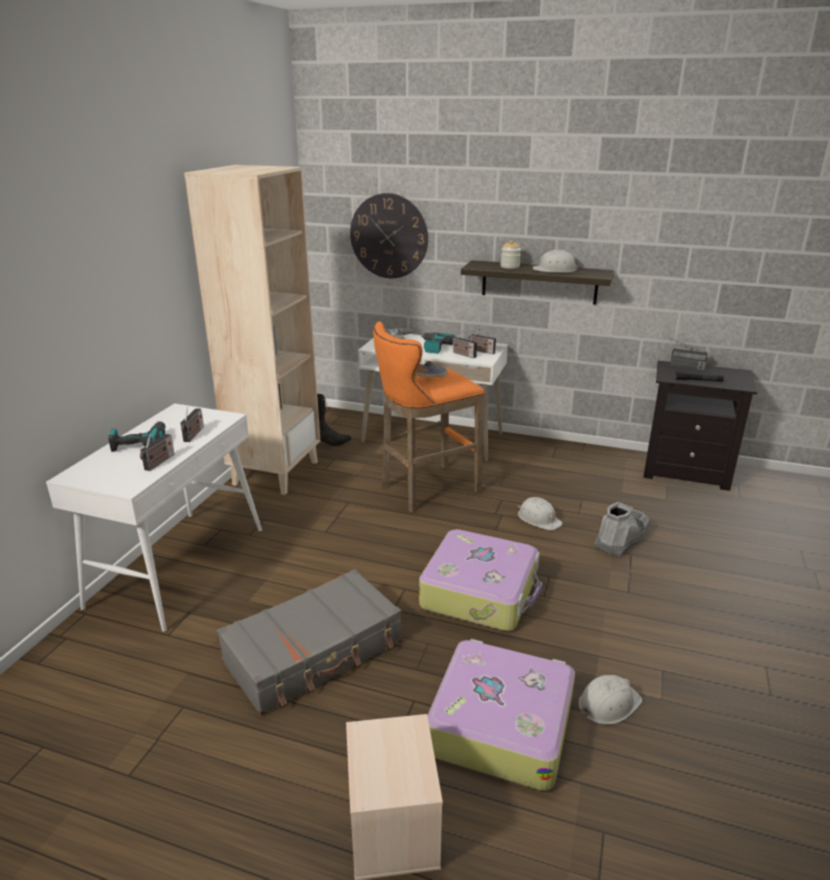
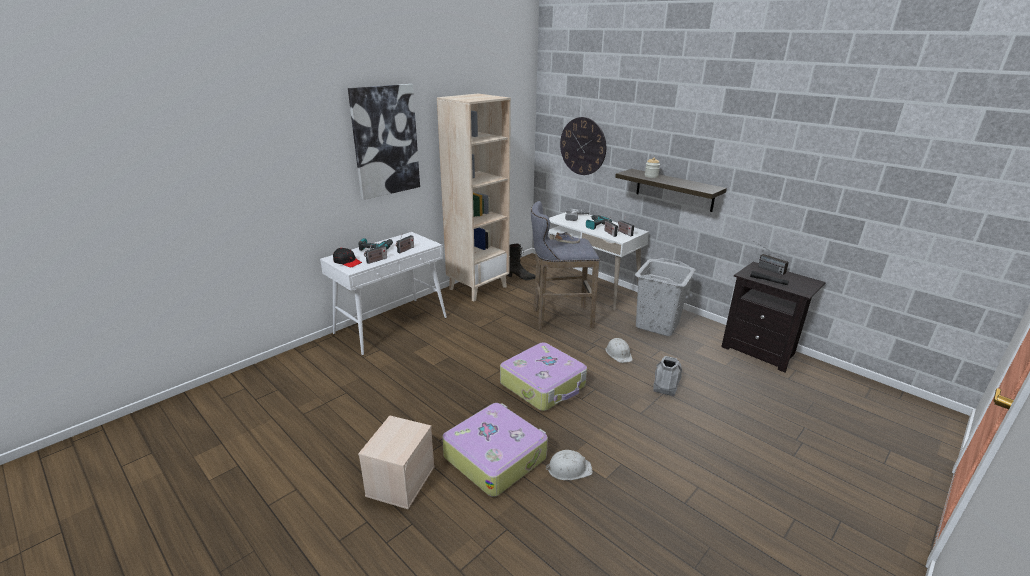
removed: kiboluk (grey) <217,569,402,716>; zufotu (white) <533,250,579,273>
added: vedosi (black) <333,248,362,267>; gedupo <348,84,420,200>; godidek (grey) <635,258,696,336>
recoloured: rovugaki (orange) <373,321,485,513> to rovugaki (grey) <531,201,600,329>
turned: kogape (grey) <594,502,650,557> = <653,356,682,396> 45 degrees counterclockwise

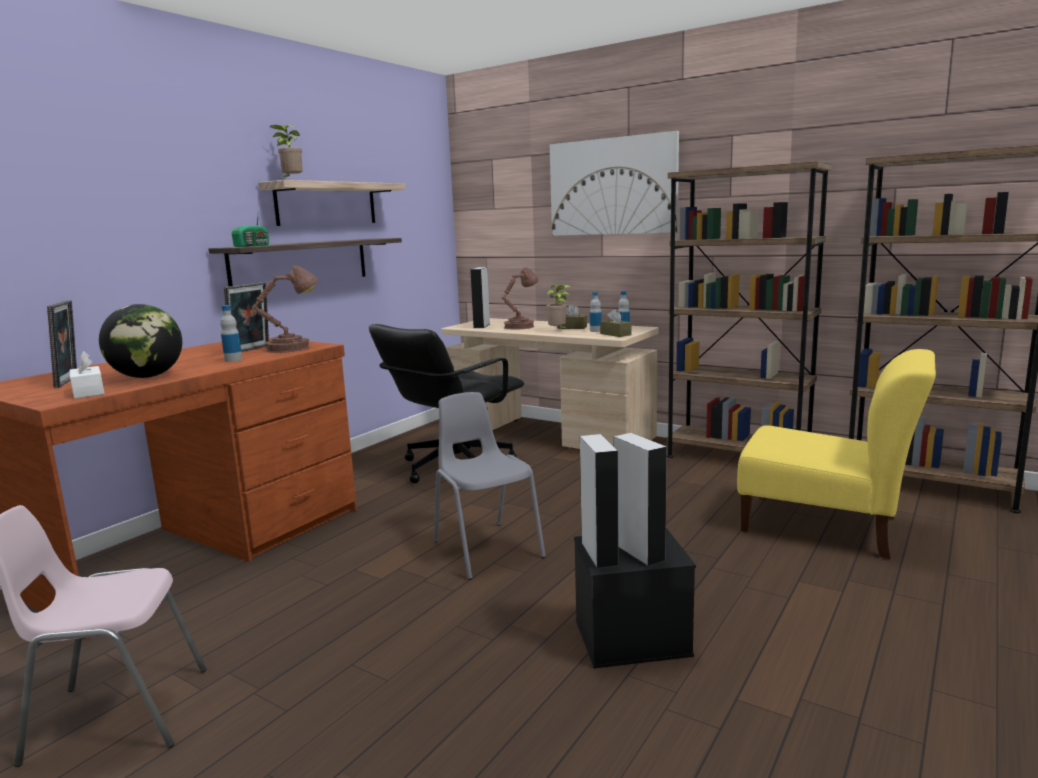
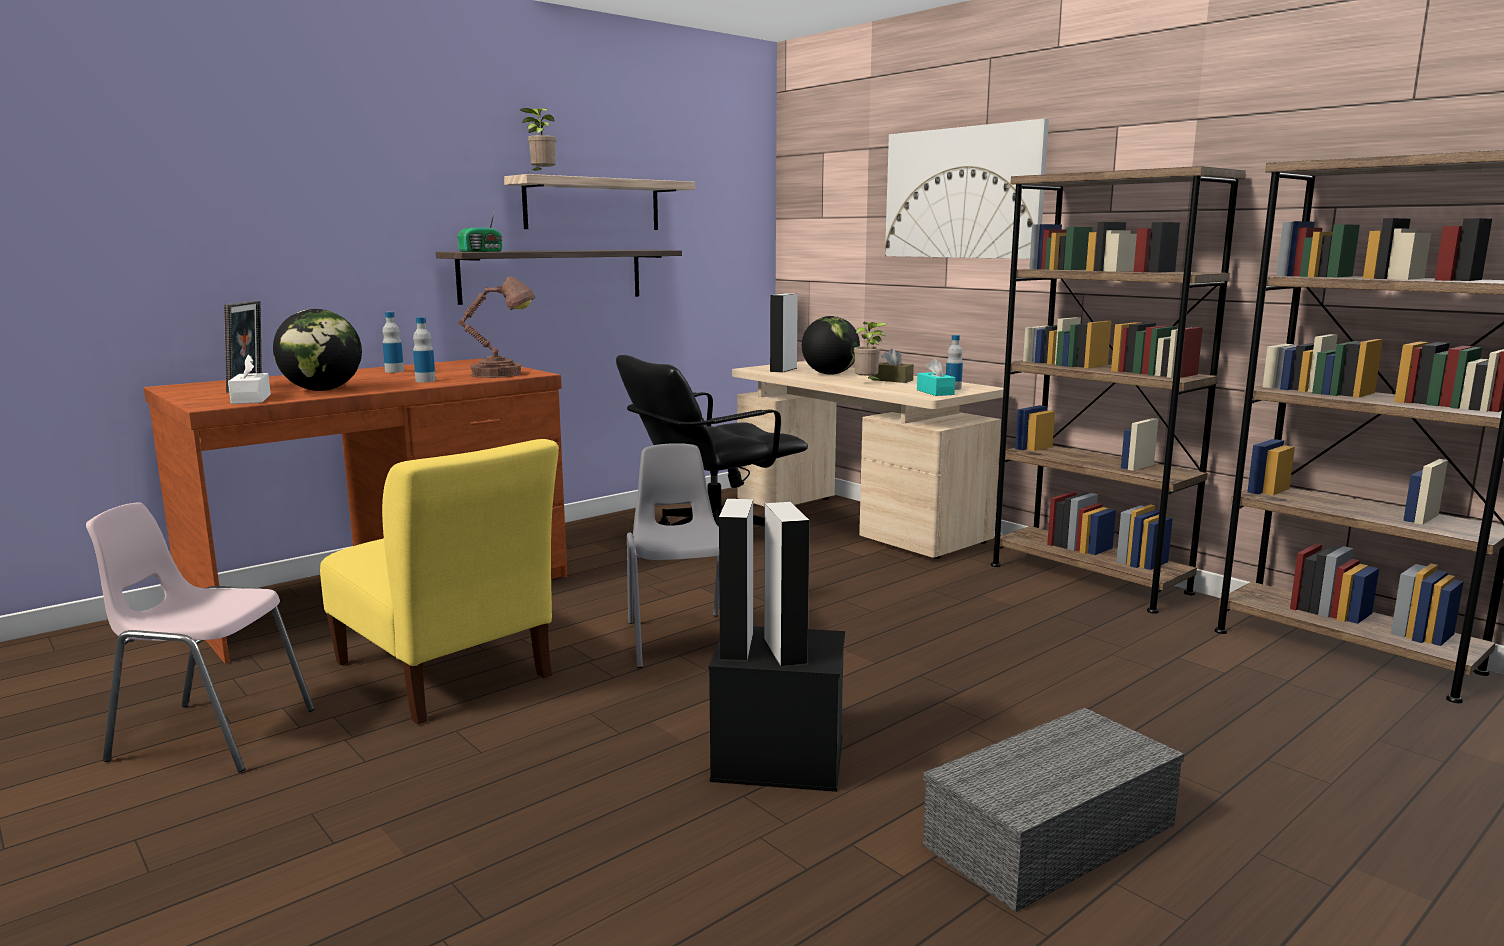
removed: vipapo <224,282,269,352>
added: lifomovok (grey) <923,707,1184,912>
moved: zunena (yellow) <737,349,936,559> to <320,439,559,724>; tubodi <590,292,602,332> to <382,312,404,373>
replaced: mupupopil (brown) <502,267,538,330> to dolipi <802,316,860,375>
recoloured: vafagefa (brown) <600,309,632,337> to vafagefa (turquoise) <917,358,955,396>

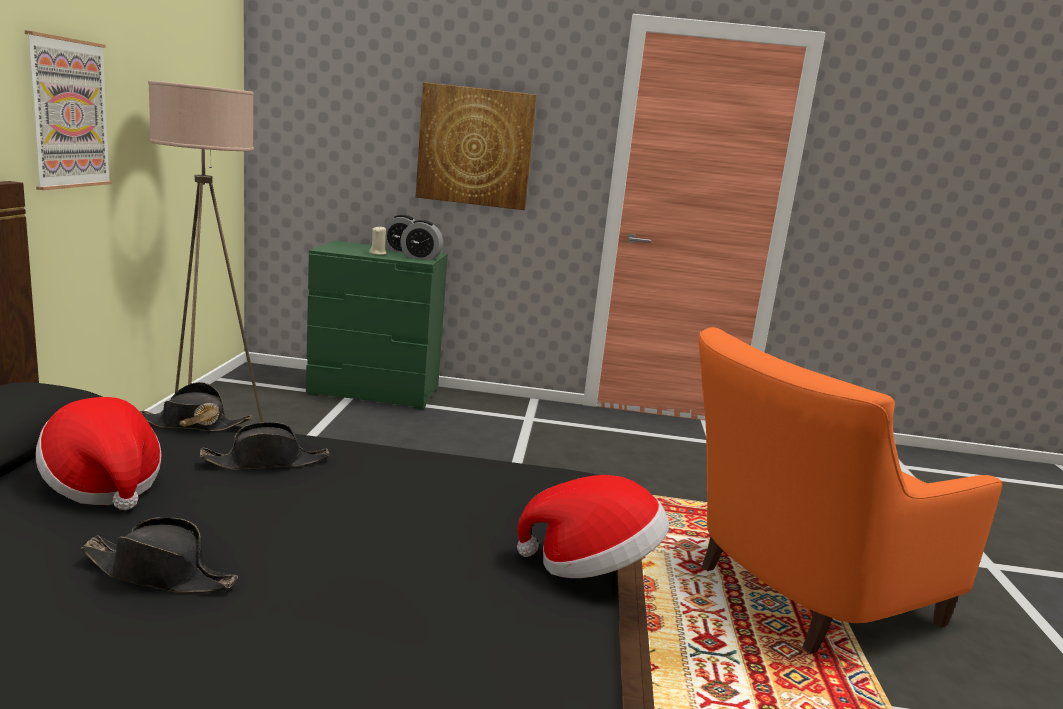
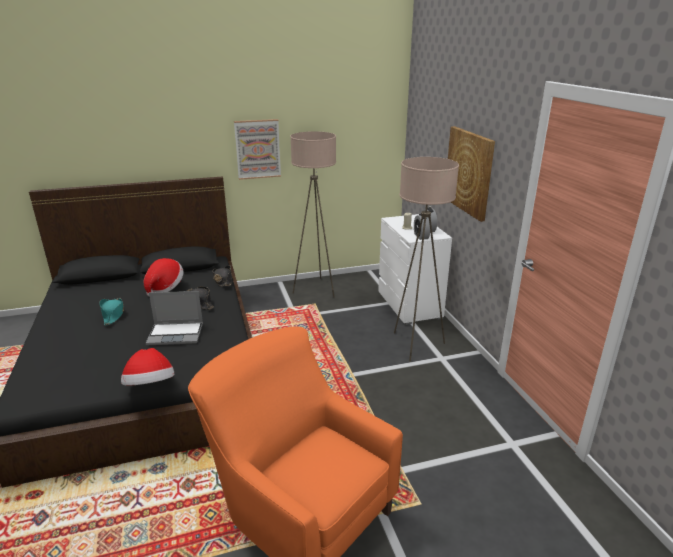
added: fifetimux <146,291,203,345>; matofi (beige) <394,157,459,362>
recoloured: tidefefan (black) <81,518,238,593> to tidefefan (turquoise) <99,298,124,325>; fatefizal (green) <306,241,448,410> to fatefizal (white) <378,214,452,325>

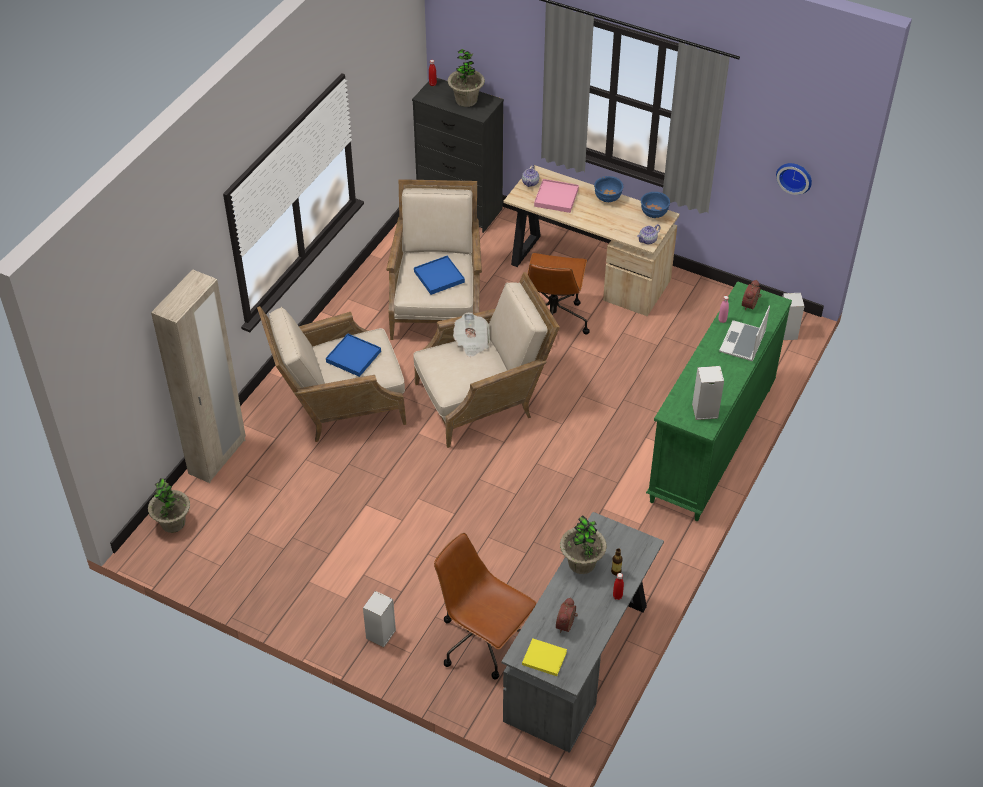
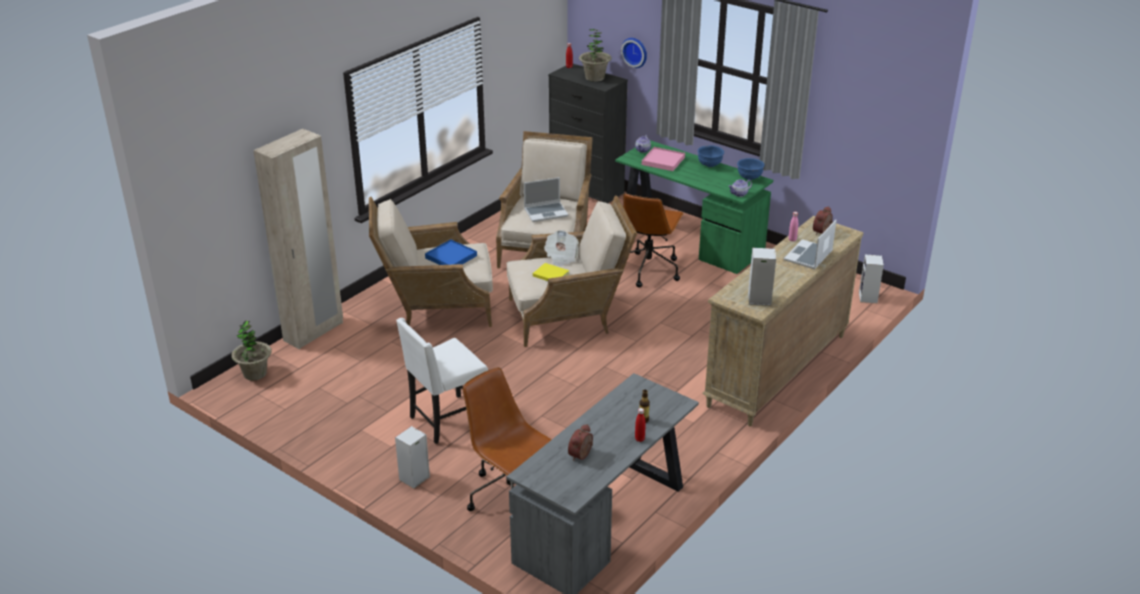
removed: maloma <560,515,607,574>
added: zunena (white) <396,318,488,444>
moved: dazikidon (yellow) <522,638,567,676> to <533,263,569,281>; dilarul <776,163,812,195> to <621,38,647,68>
replaced: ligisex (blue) <414,256,465,295> to fifetimux <524,177,569,222>
recoloured: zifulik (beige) <504,164,680,316> to zifulik (green) <615,140,773,274>; fatefizal (green) <646,281,792,521> to fatefizal (beige) <702,216,864,426>

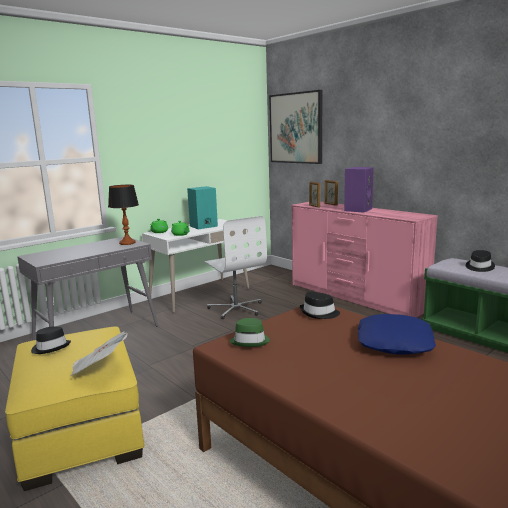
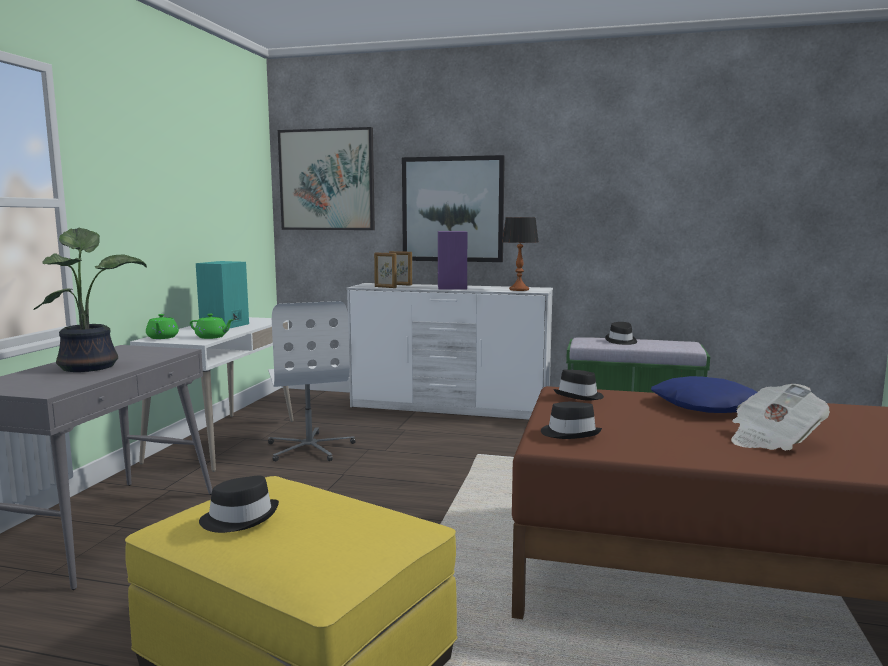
added: maloma <33,228,147,372>; gedupo <402,155,505,262>
moved: mupupopil <108,185,139,245> to <502,217,539,291>; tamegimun <71,331,128,376> to <731,384,830,451>
recoloured: fatefizal (pink) <291,202,438,317> to fatefizal (white) <346,283,553,420>; tidefefan (green) <229,318,270,347> to tidefefan (black) <541,402,602,439>
turned: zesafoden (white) <204,216,267,319> = <268,301,356,462> 45 degrees clockwise

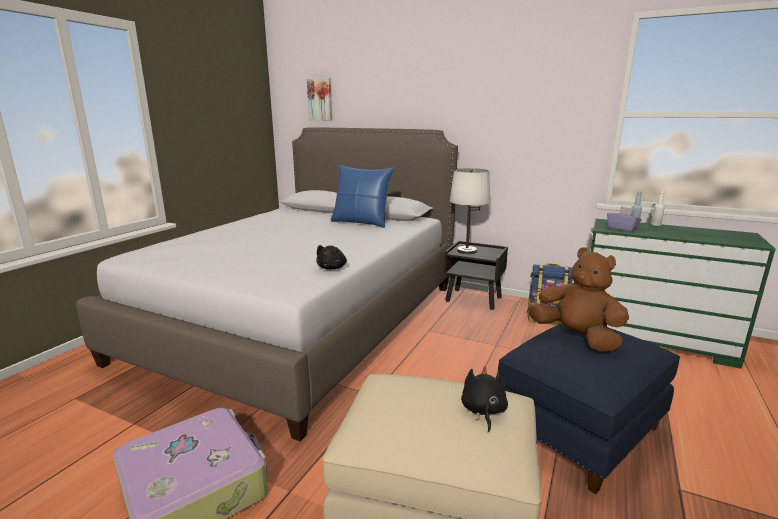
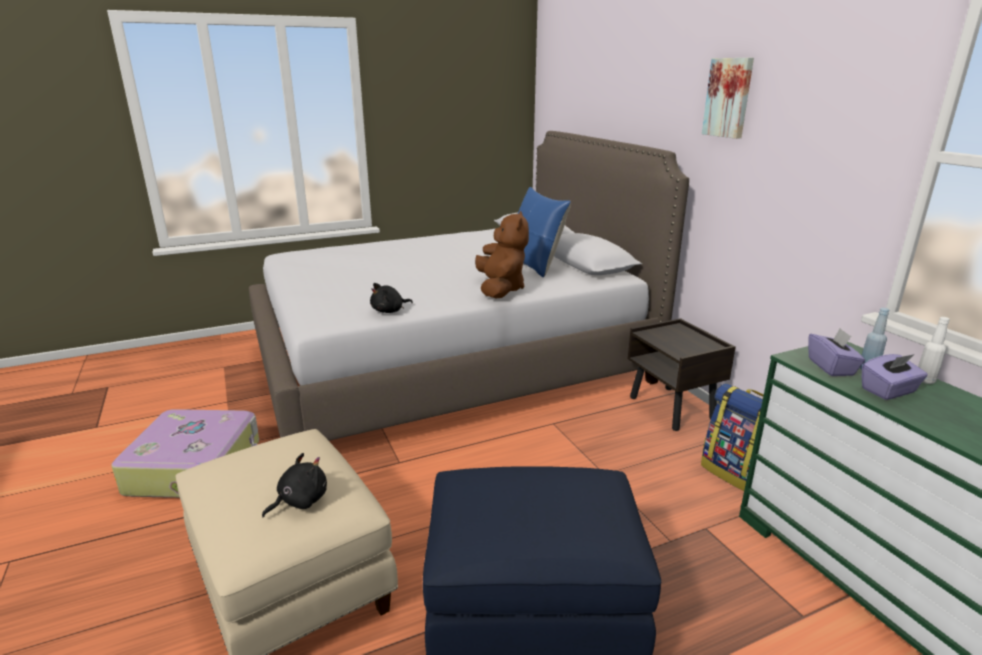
removed: mupupopil (white) <450,168,490,254>
added: vafagefa (purple) <862,354,928,400>
moved: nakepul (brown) <528,247,629,352> to <475,211,529,299>; gedupo <307,78,332,120> to <702,58,754,139>

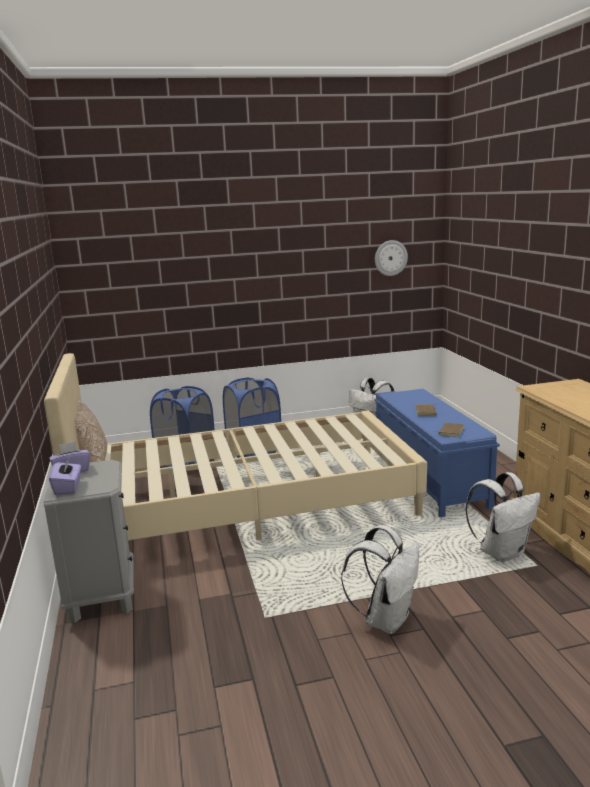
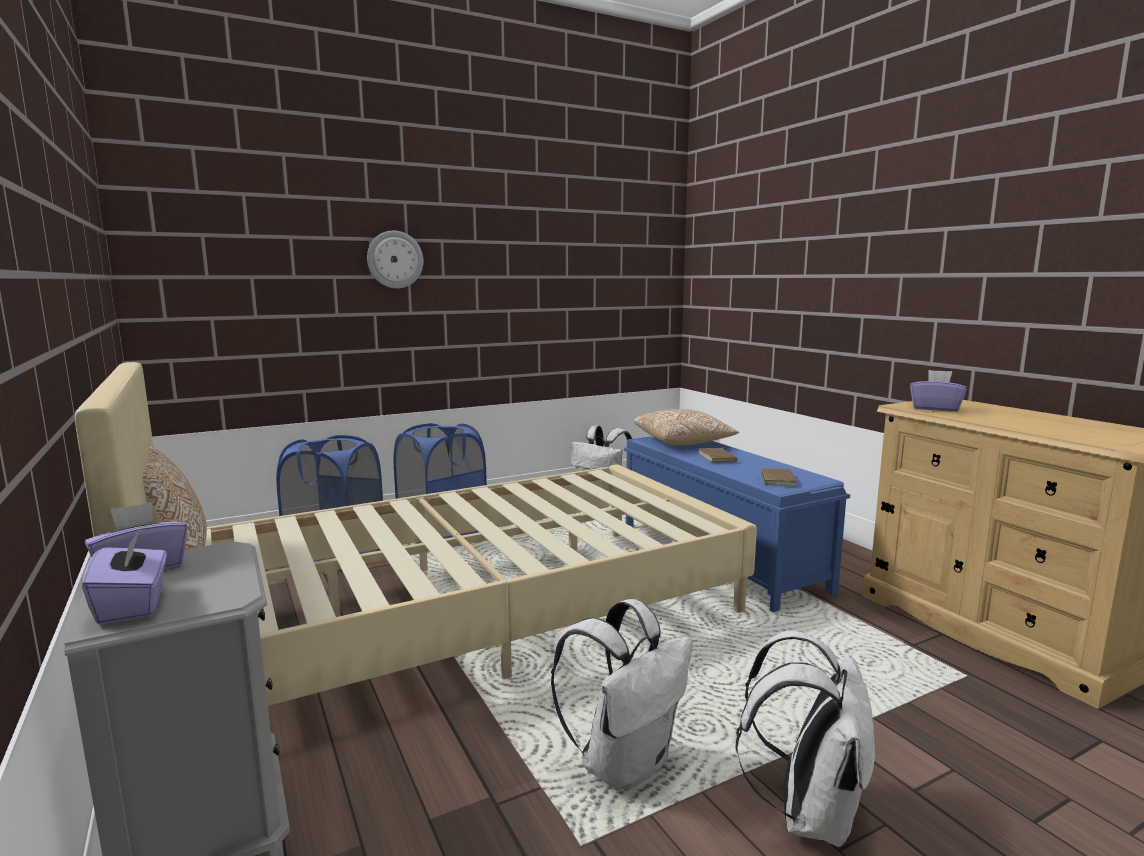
added: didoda <633,409,739,445>; vafagefa (purple) <910,370,967,412>
moved: dilarul <375,240,408,276> to <367,231,423,289>; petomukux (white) <465,472,541,562> to <551,599,693,792>

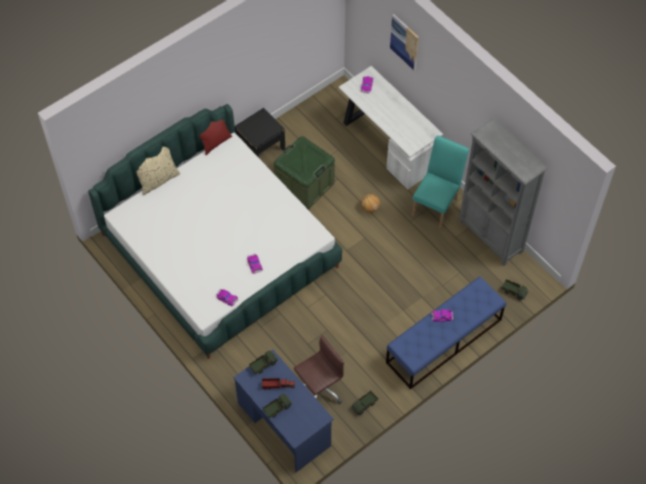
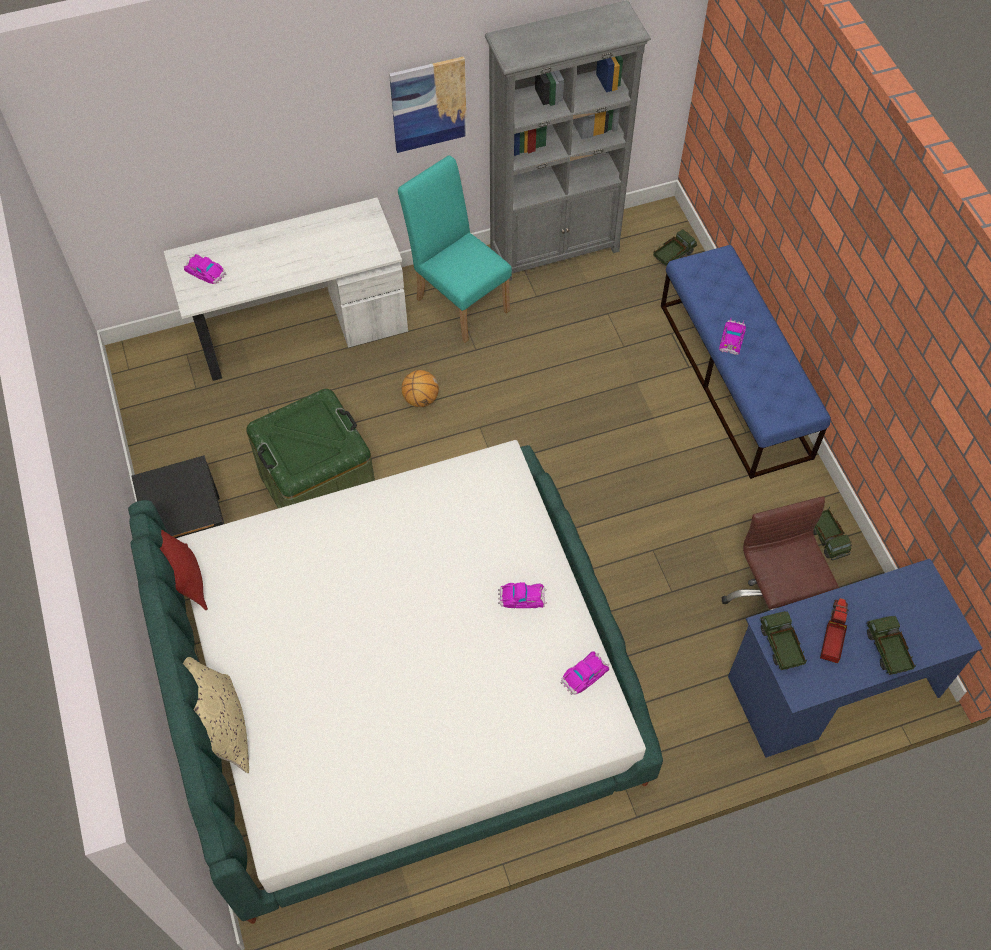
moved: gedupo <390,14,419,70> to <389,56,467,153>

